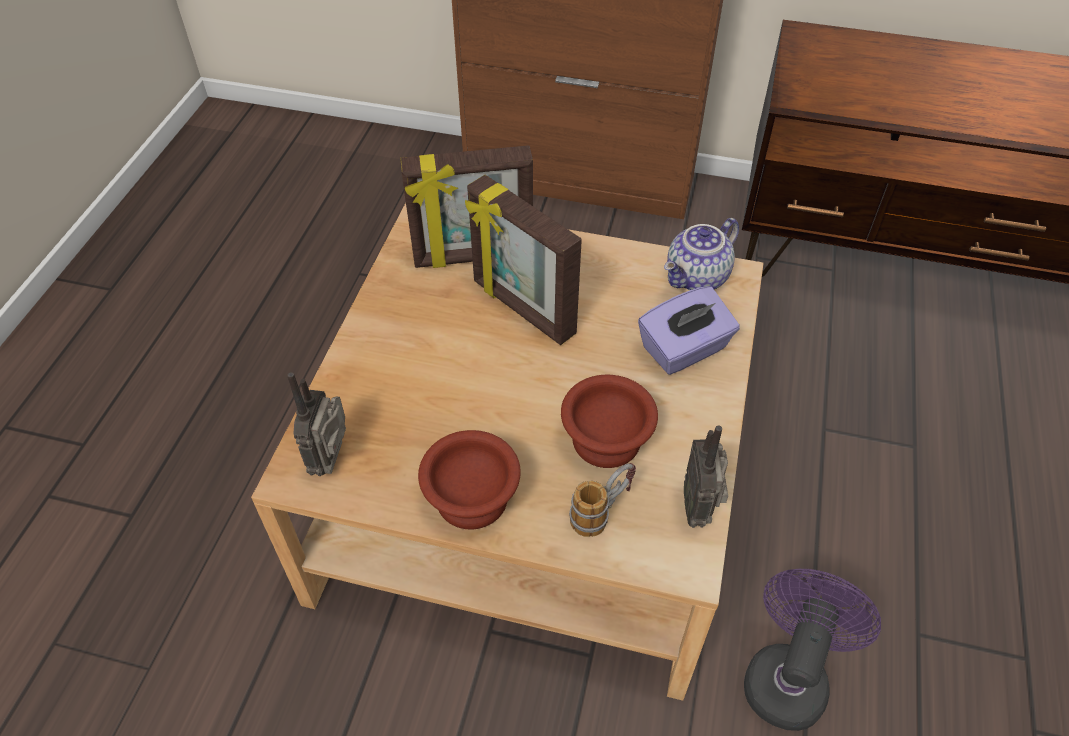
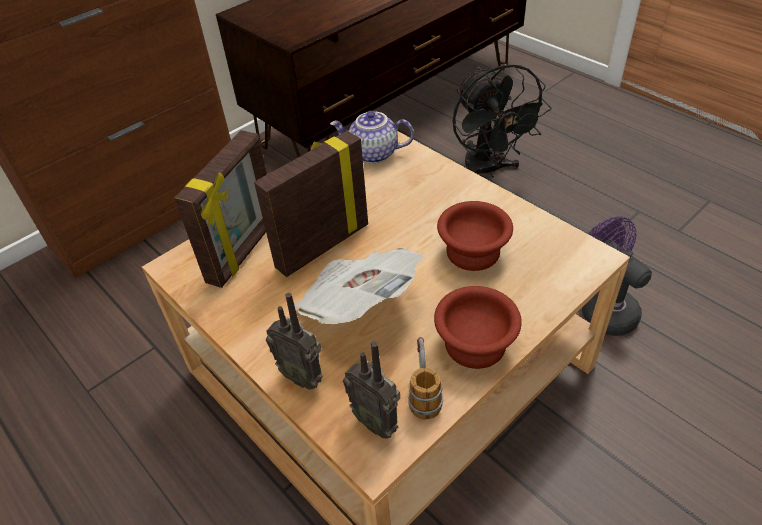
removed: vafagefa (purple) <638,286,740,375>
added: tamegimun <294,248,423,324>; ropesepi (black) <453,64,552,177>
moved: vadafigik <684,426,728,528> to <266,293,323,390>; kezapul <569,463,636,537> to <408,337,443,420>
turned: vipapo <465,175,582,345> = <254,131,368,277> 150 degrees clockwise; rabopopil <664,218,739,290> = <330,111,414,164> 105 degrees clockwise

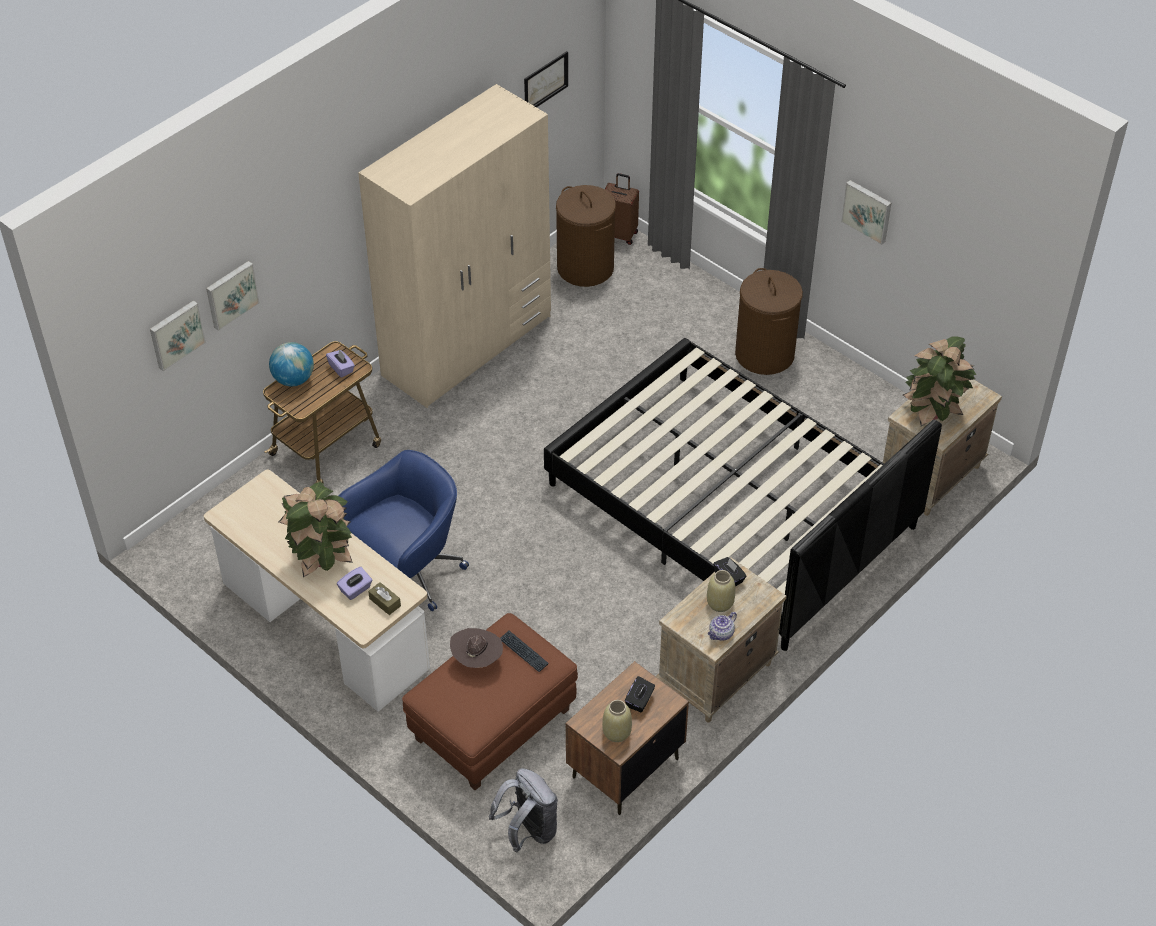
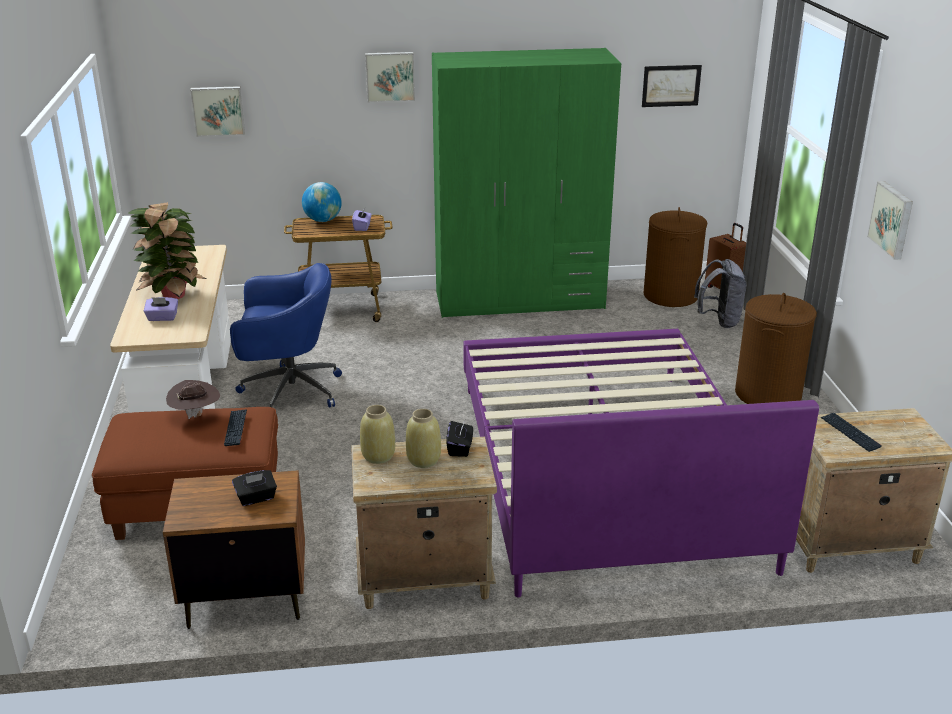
removed: vafagefa (brown) <368,582,401,615>; rabopopil <708,612,737,641>
moved: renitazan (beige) <602,700,632,742> to <360,405,395,464>; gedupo <206,261,260,331> to <365,52,415,102>; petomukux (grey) <489,768,558,853> to <694,259,747,328>
replaced: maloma <903,337,976,426> to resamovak <821,413,882,452>
recoloured: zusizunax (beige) <358,84,551,408> to zusizunax (green) <432,48,621,318>; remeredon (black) <544,338,942,651> to remeredon (purple) <463,329,819,598>

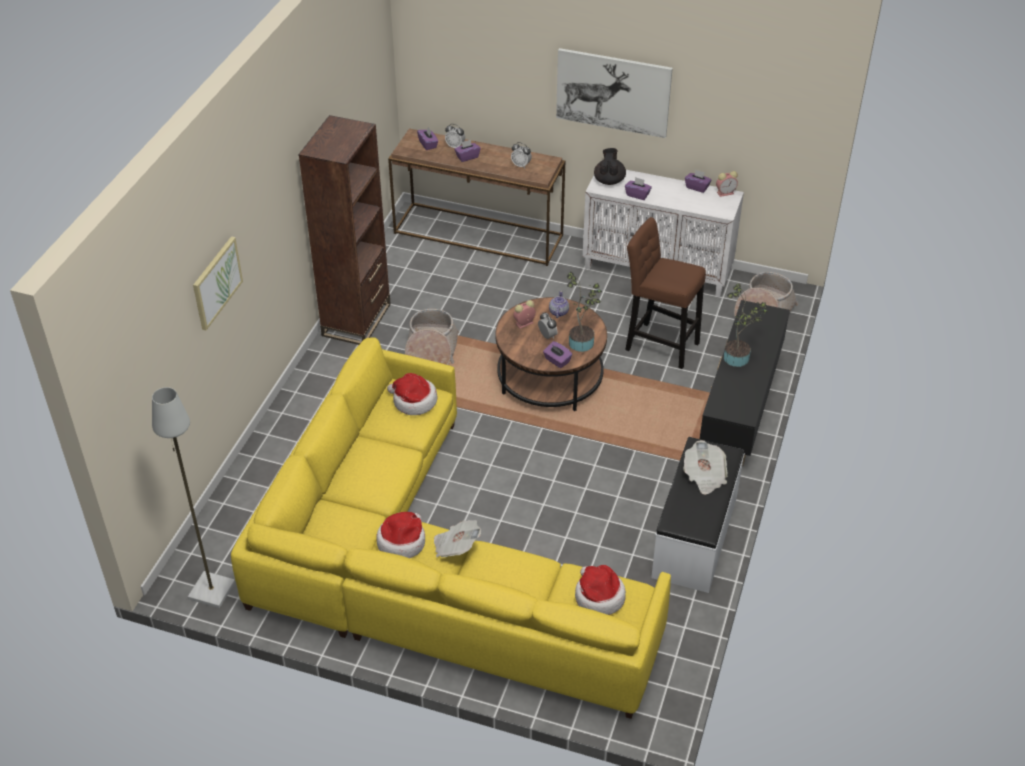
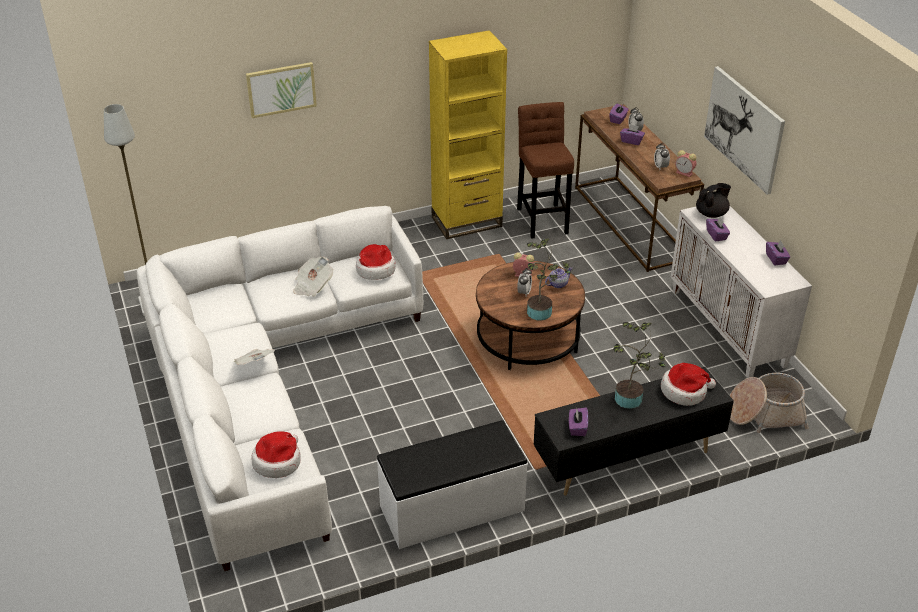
removed: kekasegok <405,309,459,365>
moved: tamegimun <683,440,727,495> to <293,257,333,297>; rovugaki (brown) <625,217,706,369> to <517,102,574,239>; vafagefa (purple) <543,341,572,368> to <569,407,588,436>; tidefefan <376,512,425,558> to <661,363,716,406>; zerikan <716,171,738,197> to <675,150,696,177>
recoloured: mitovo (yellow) <231,338,671,719> to mitovo (white) <137,206,423,571>; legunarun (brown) <298,115,391,345> to legunarun (yellow) <429,30,507,239>

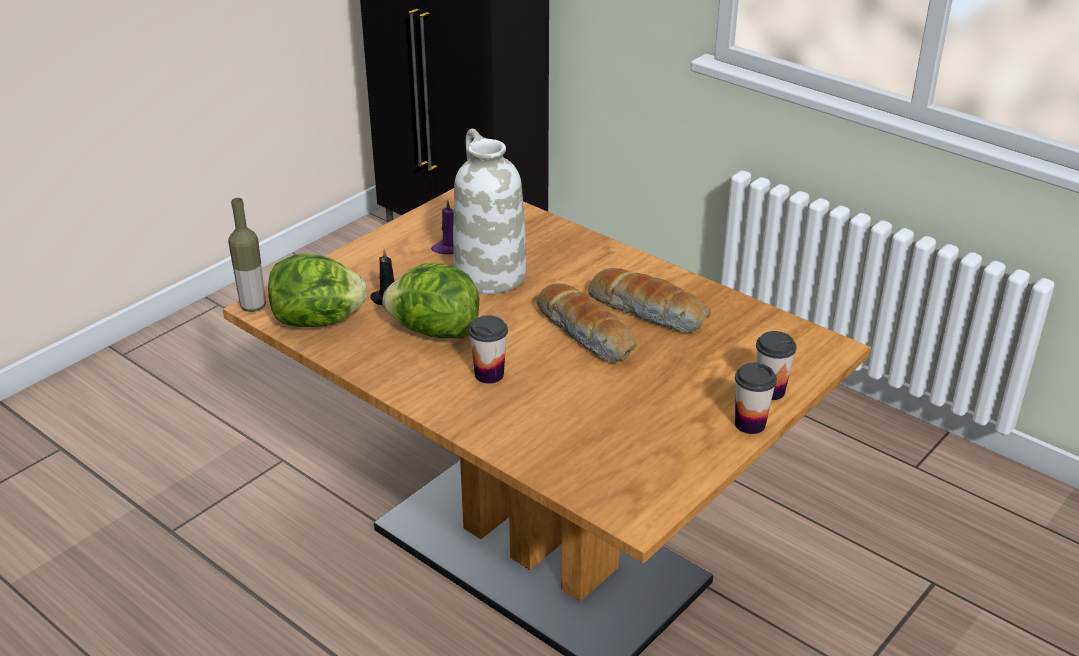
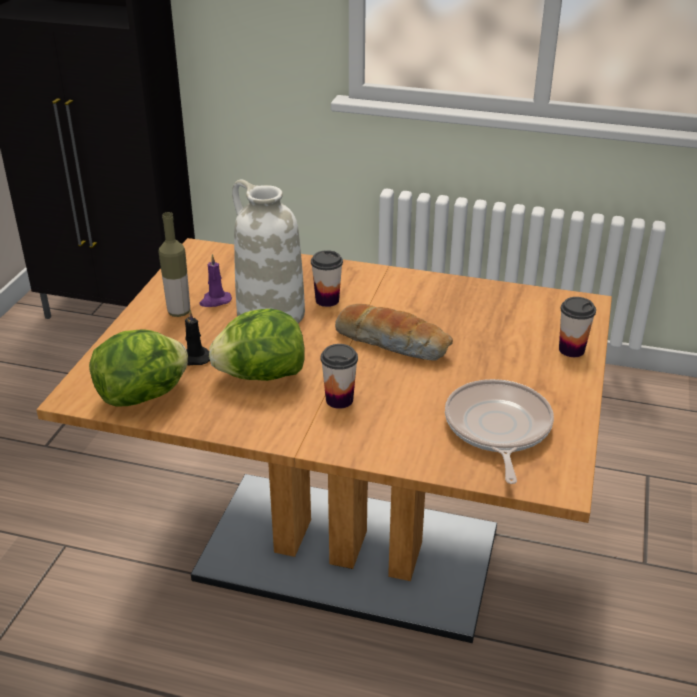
removed: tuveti <588,268,711,333>
added: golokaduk <445,379,554,484>
moved: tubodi <228,198,266,312> to <158,212,190,317>; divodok <735,363,777,434> to <311,250,343,307>

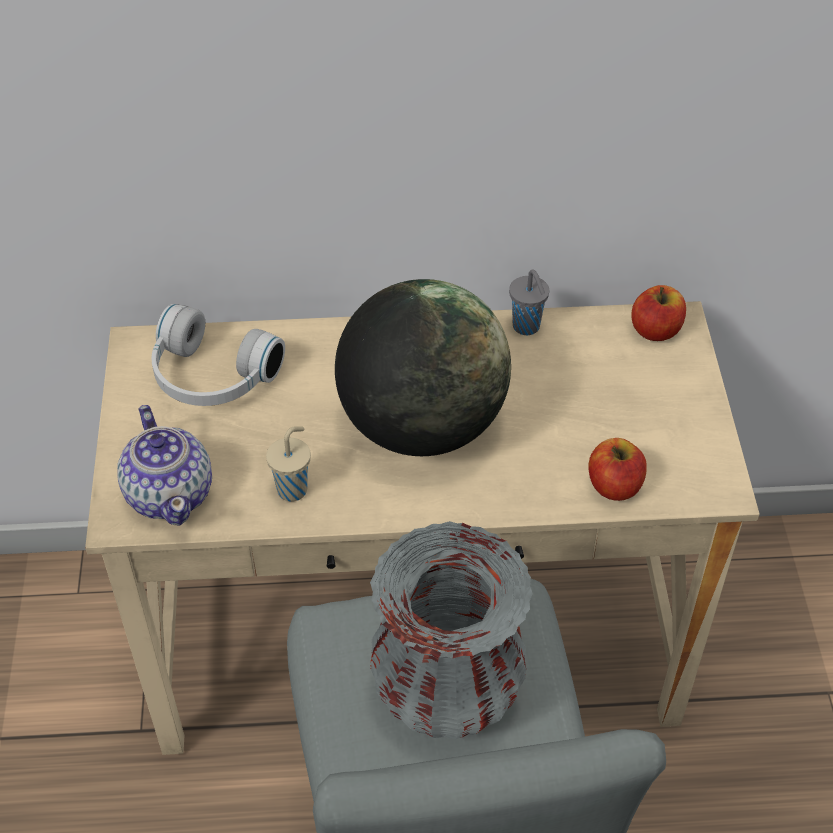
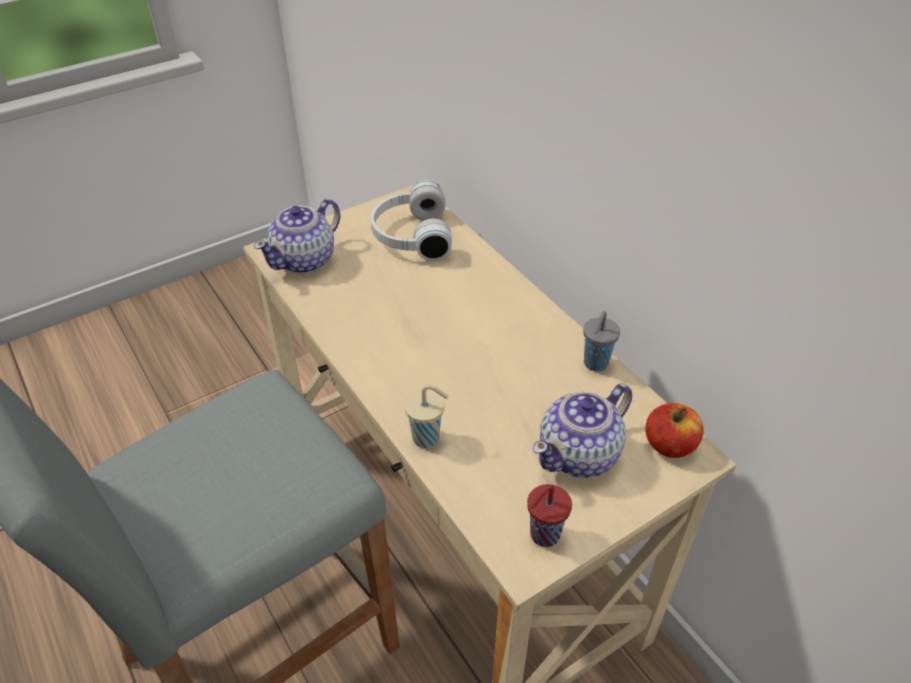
removed: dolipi <335,279,511,456>; renitazan (grey) <370,521,533,739>; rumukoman <589,438,647,501>
added: divodok (red) <527,484,572,547>; rabopopil <532,384,632,478>
moved: divodok (beige) <266,426,311,502> to <404,384,449,448>

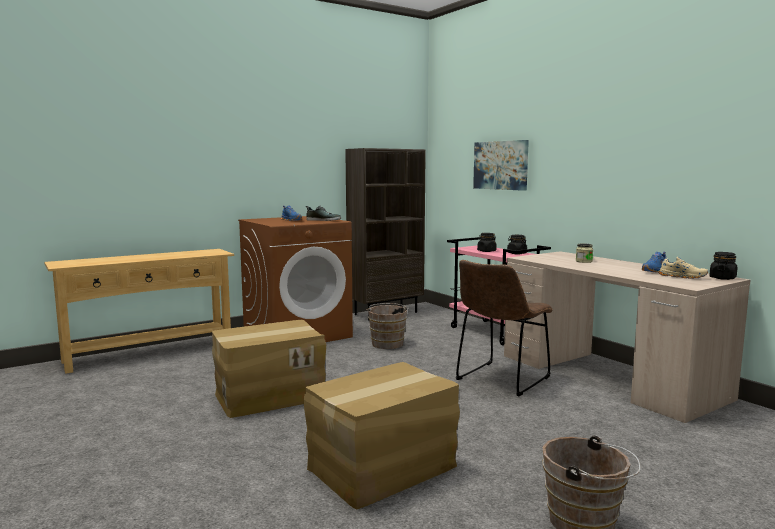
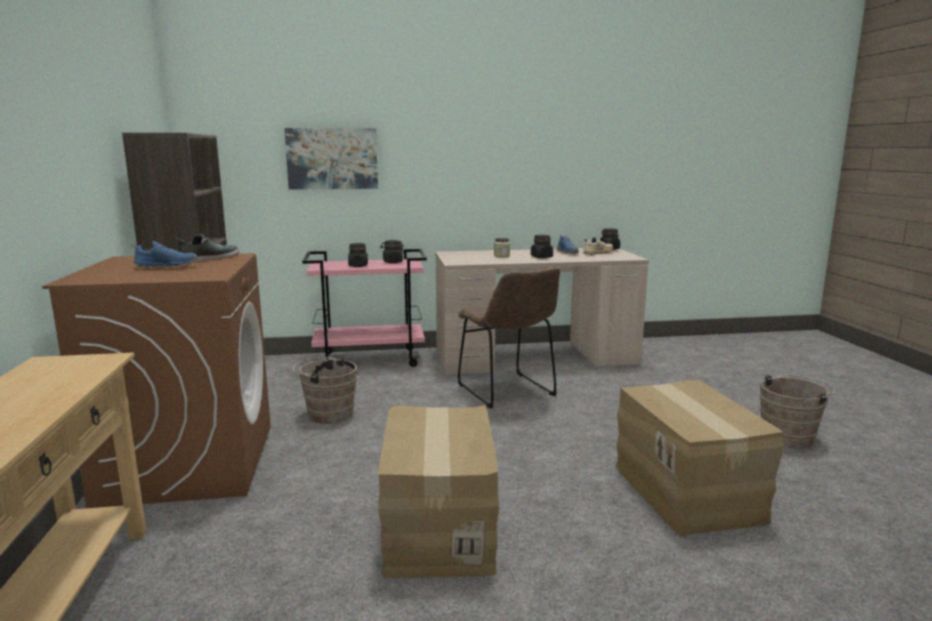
added: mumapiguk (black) <531,235,553,258>

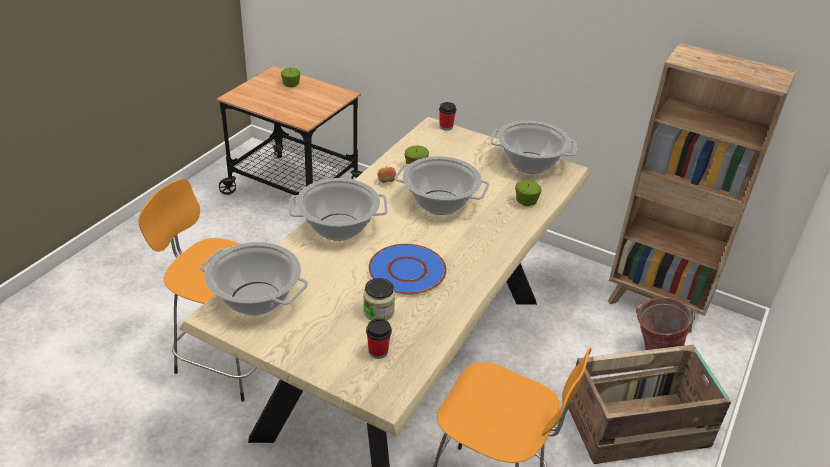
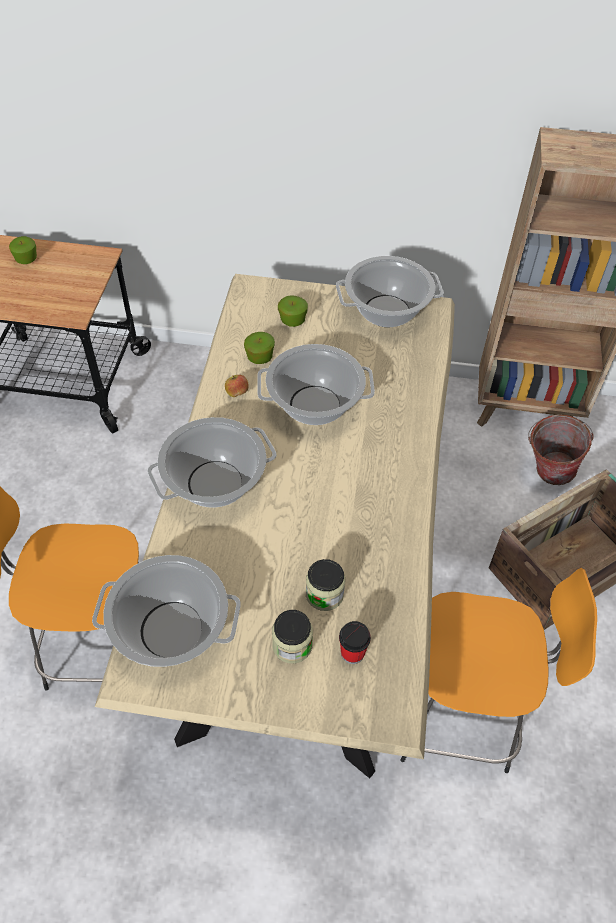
removed: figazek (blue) <368,244,447,294>; divodok <439,102,456,131>
added: mumapiguk <272,610,313,663>
moved: rumukoman <515,180,542,206> to <278,295,308,327>

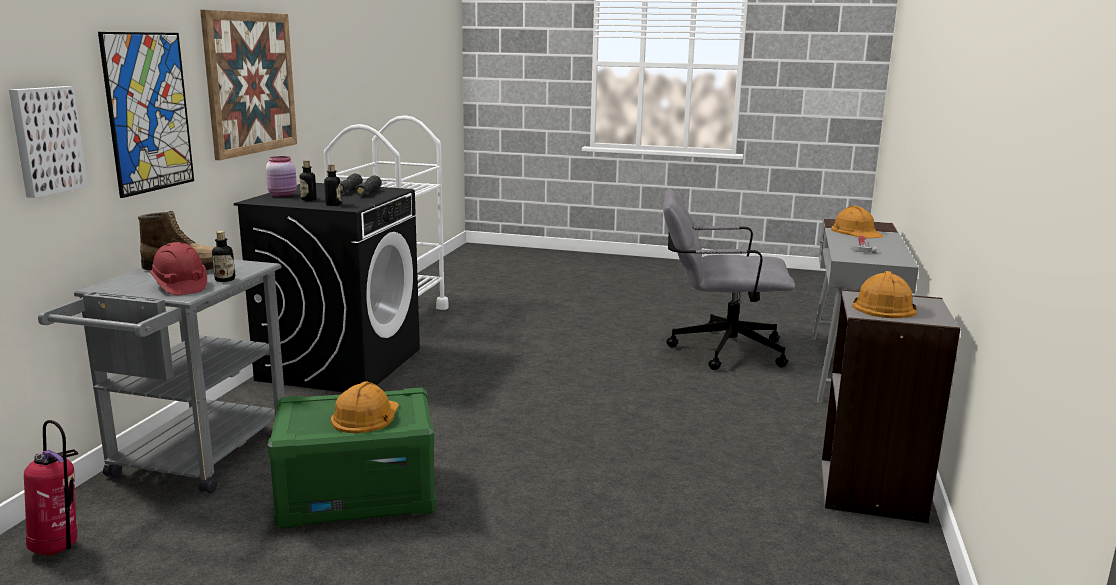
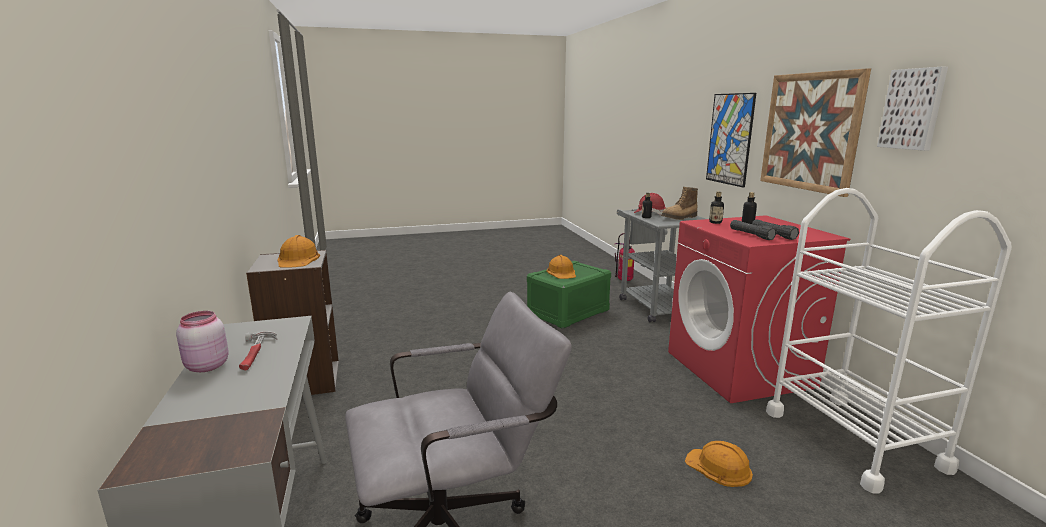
moved: mumapiguk (pink) <266,156,297,197> to <176,311,229,372>; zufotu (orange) <831,206,884,238> to <685,441,753,487>; gedupo <9,86,88,198> to <877,67,948,151>
recoloured: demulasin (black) <234,183,420,392> to demulasin (red) <668,215,850,403>

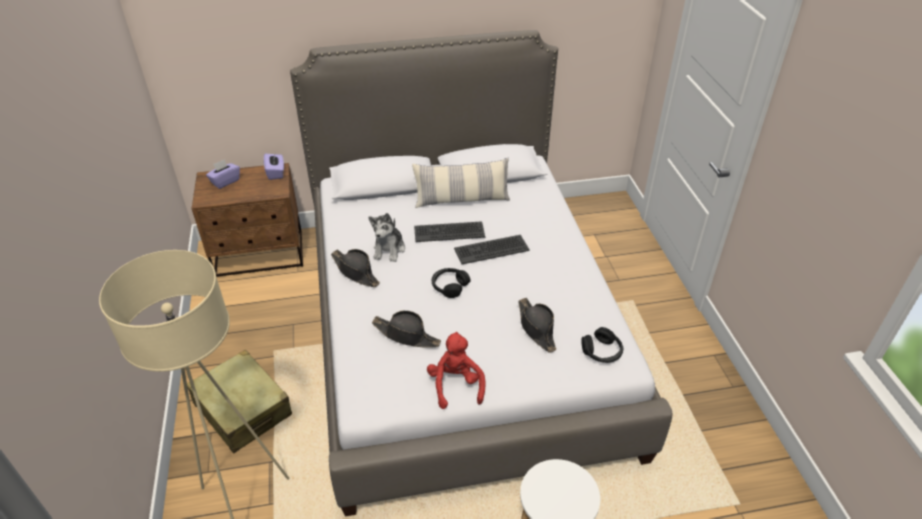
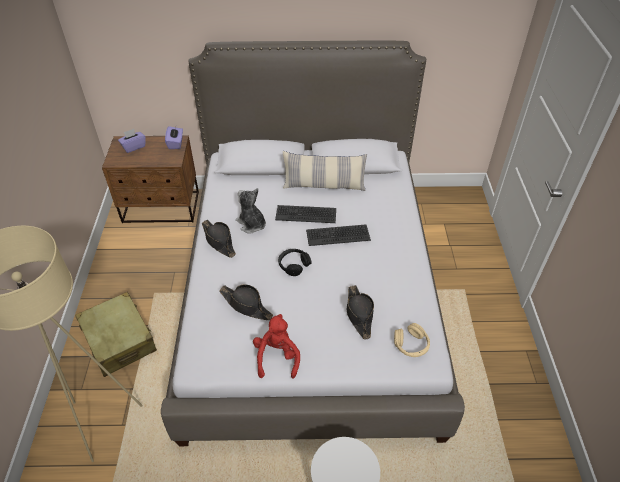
recoloured: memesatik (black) <581,327,623,363> to memesatik (beige) <394,323,430,357>
turned: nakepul <368,213,405,262> = <236,188,266,233> 120 degrees clockwise

